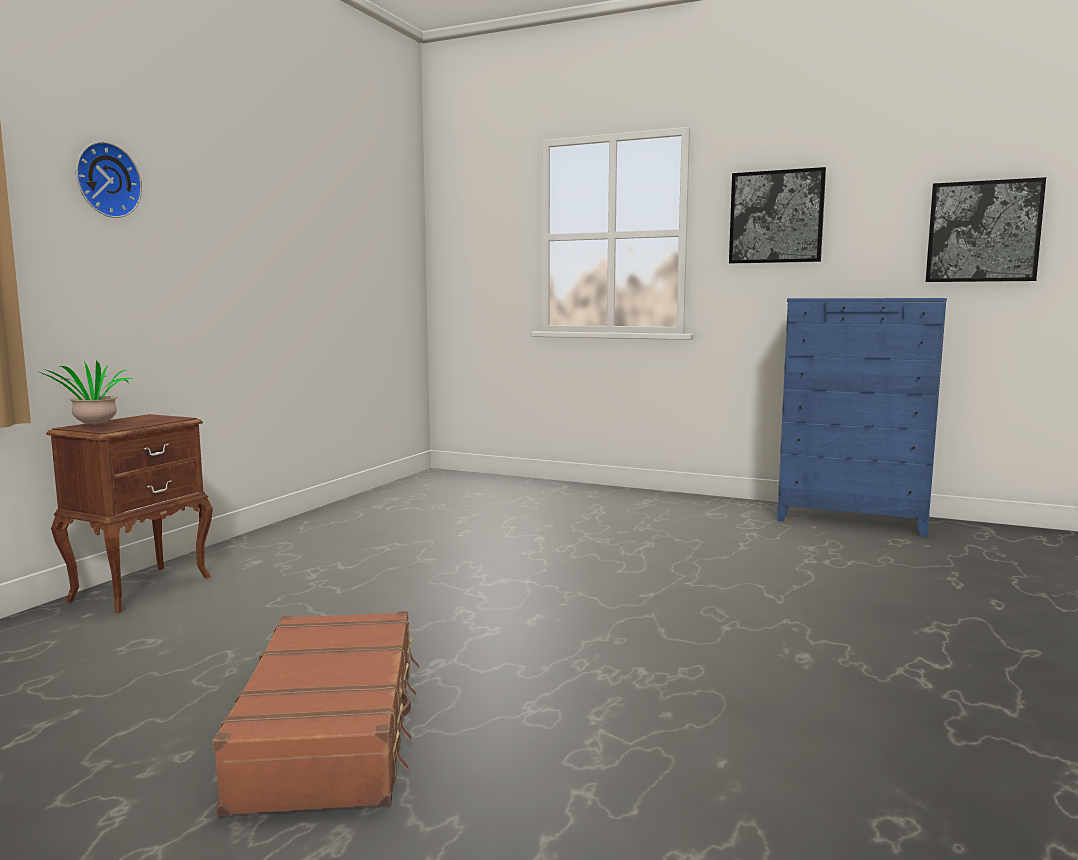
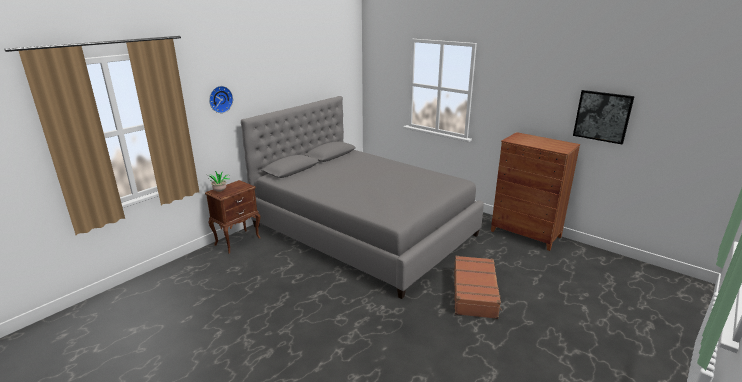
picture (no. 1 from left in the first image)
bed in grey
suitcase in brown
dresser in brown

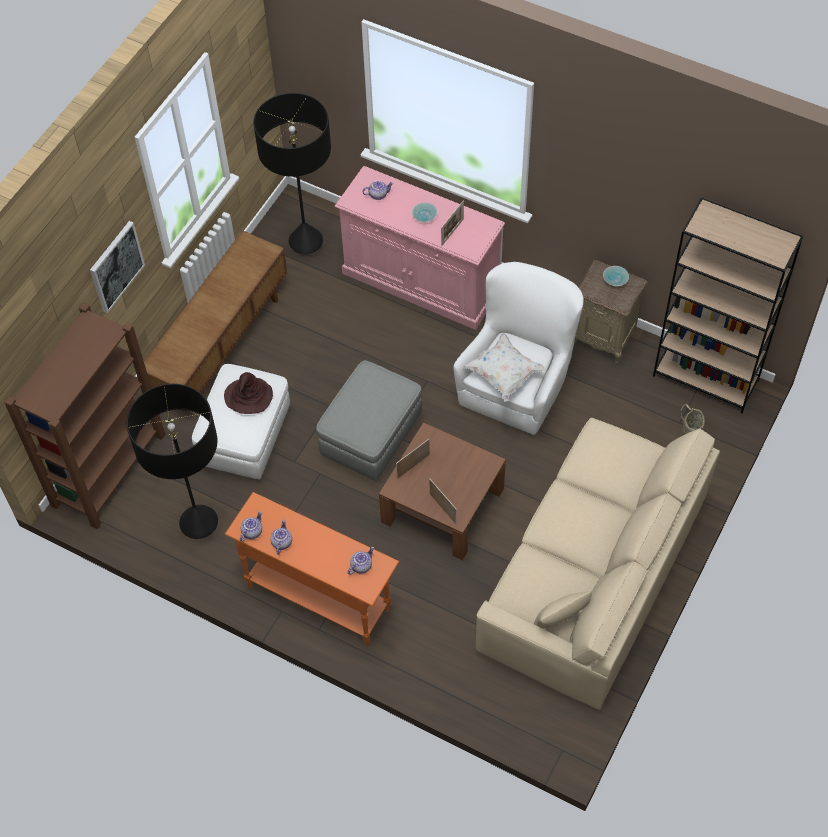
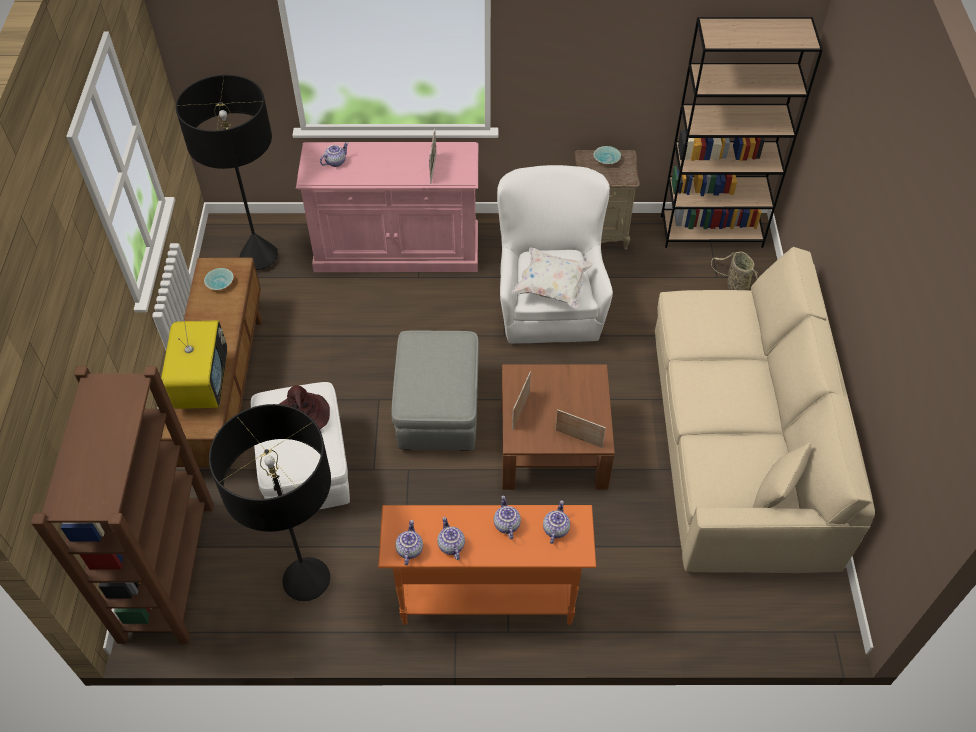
picture
television
teapot (no. 4 from left)
bowl in turquoise (no. 1 from left)

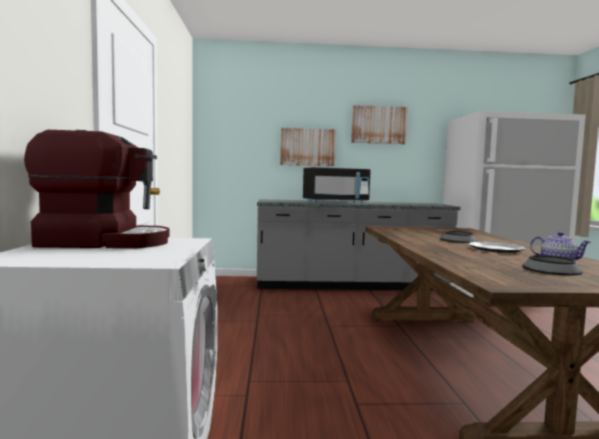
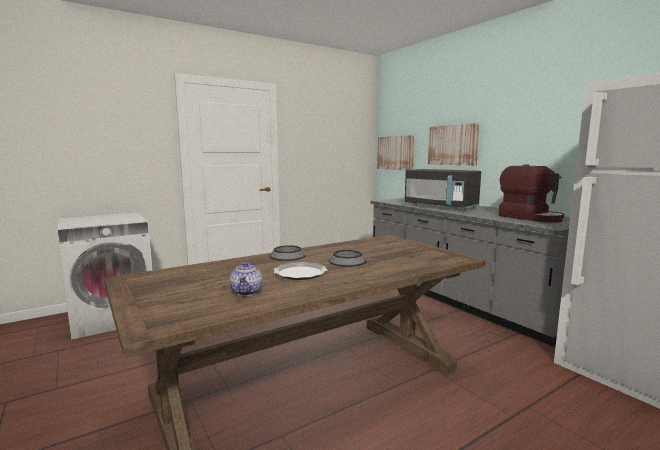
coffee machine
picture (no. 1 from left)
bowl (no. 1 from left)

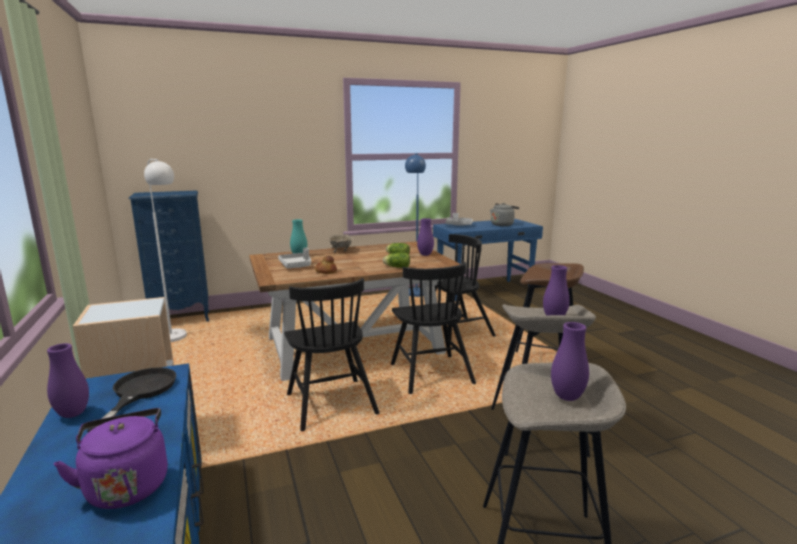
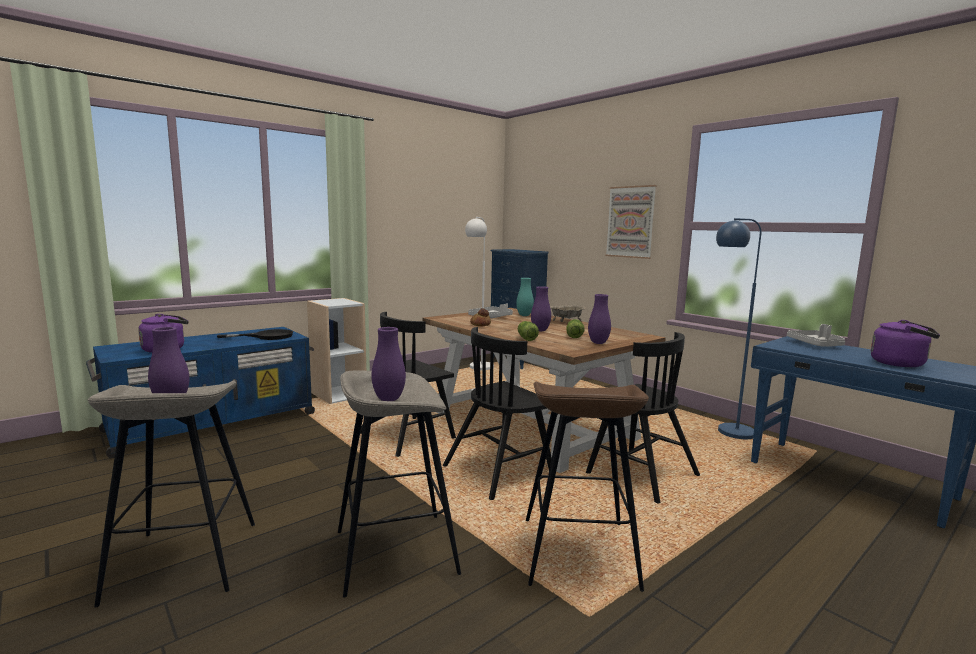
picture
vase in purple (no. 3 from left)
kettle in purple (no. 2 from left)

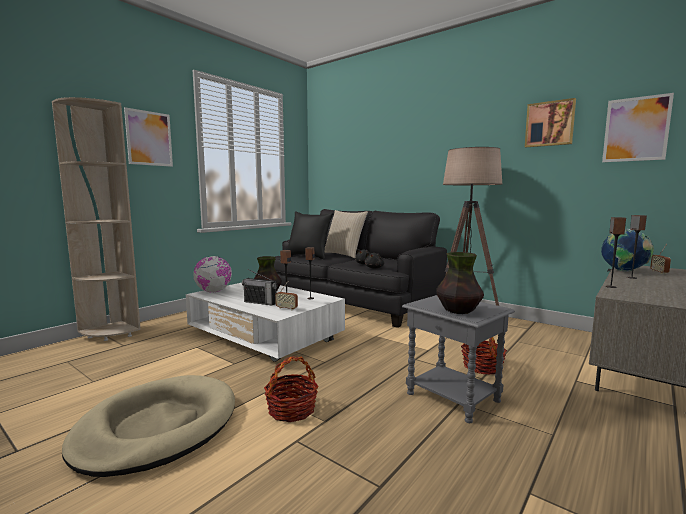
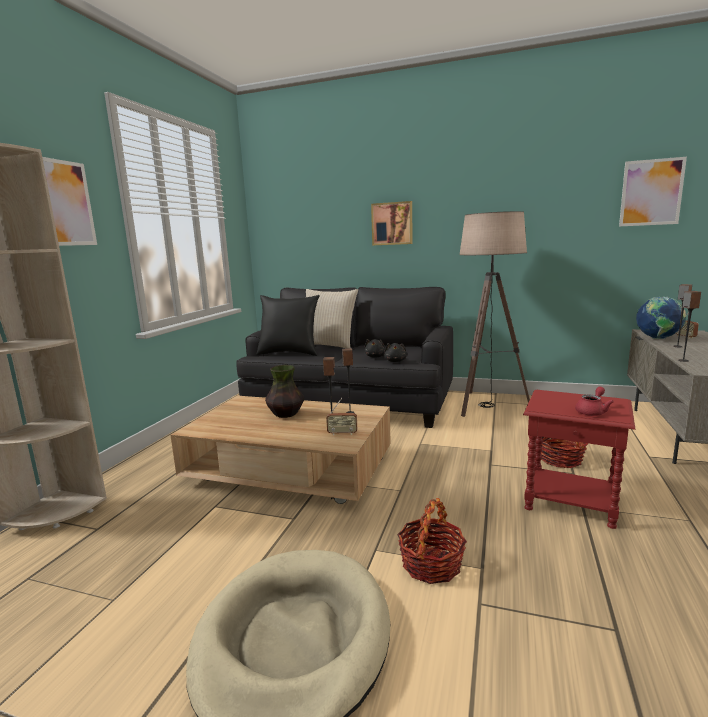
globe (no. 1 from left in the first image)
radio (no. 1 from left in the first image)
picture (no. 2 from left)
teapot in red
coffee table in brown
side table in red

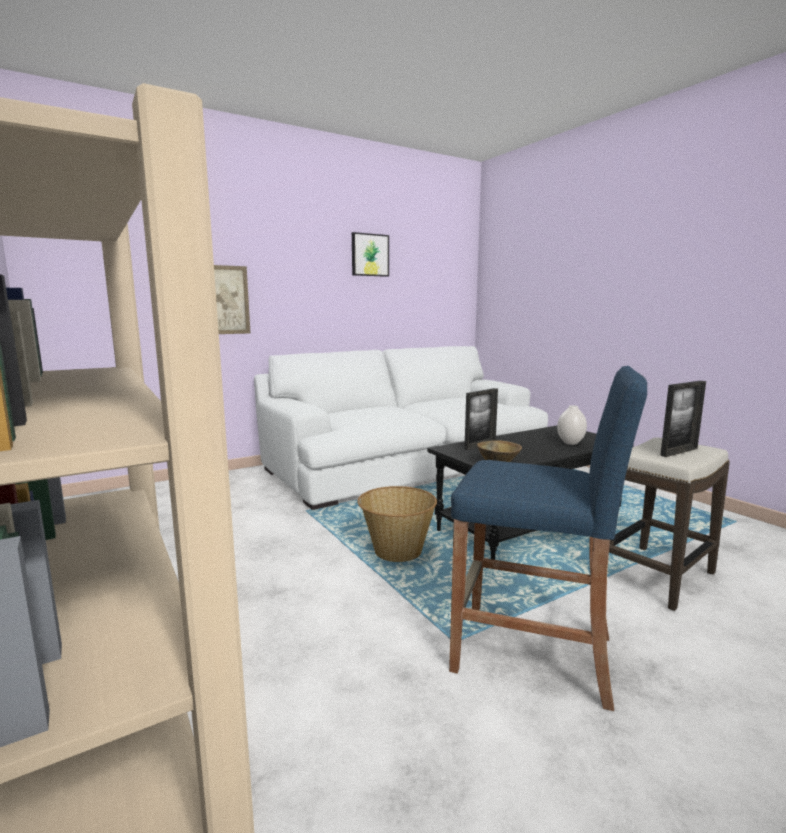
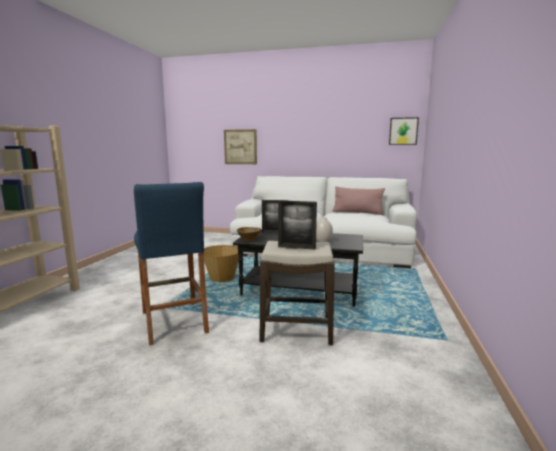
pillow in pink
picture (no. 2 from left)

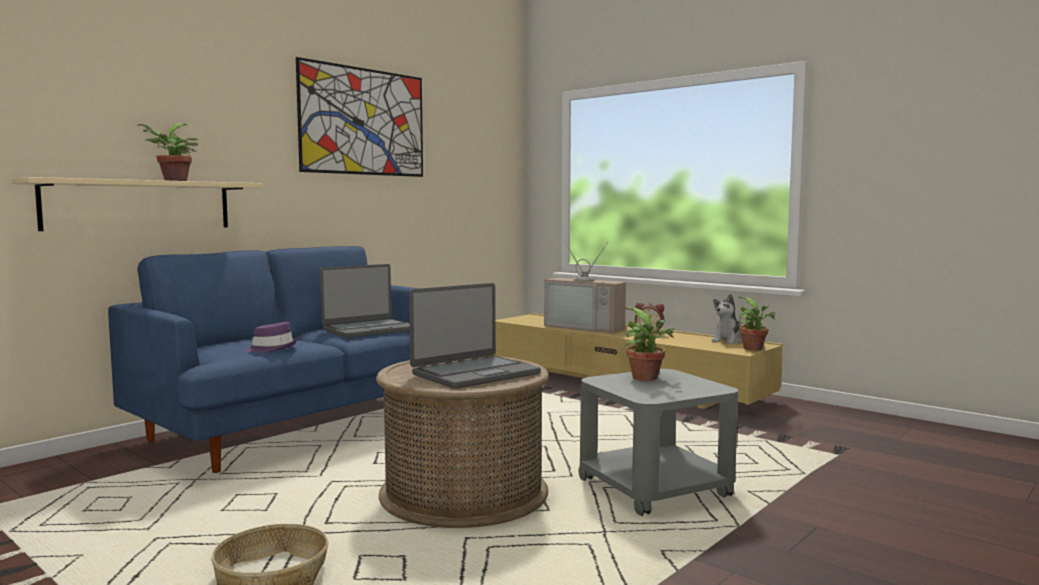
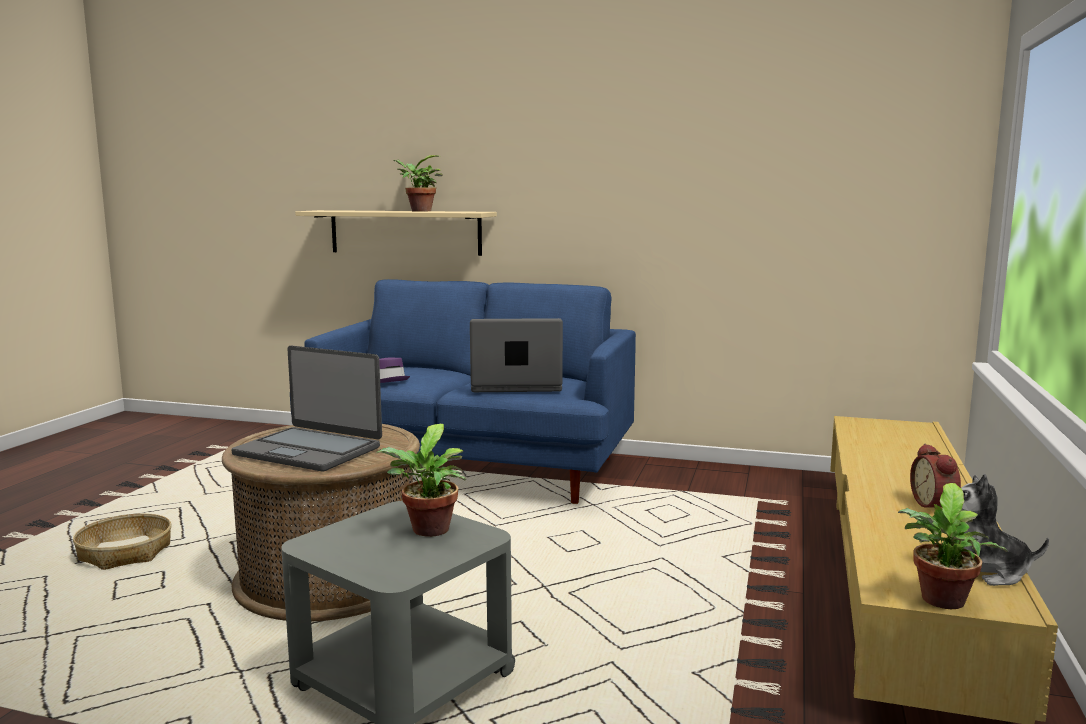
picture
television
laptop (no. 2 from left)

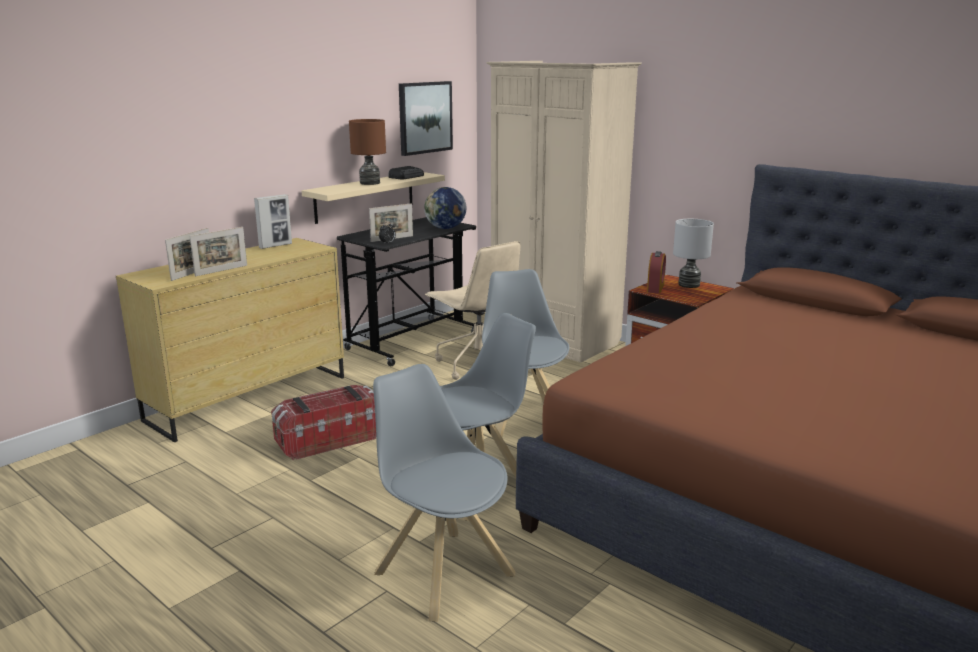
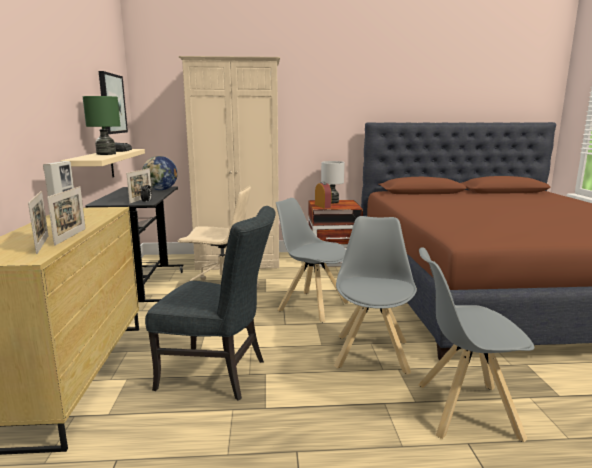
chair in grey (no. 1 from left)
table lamp in green

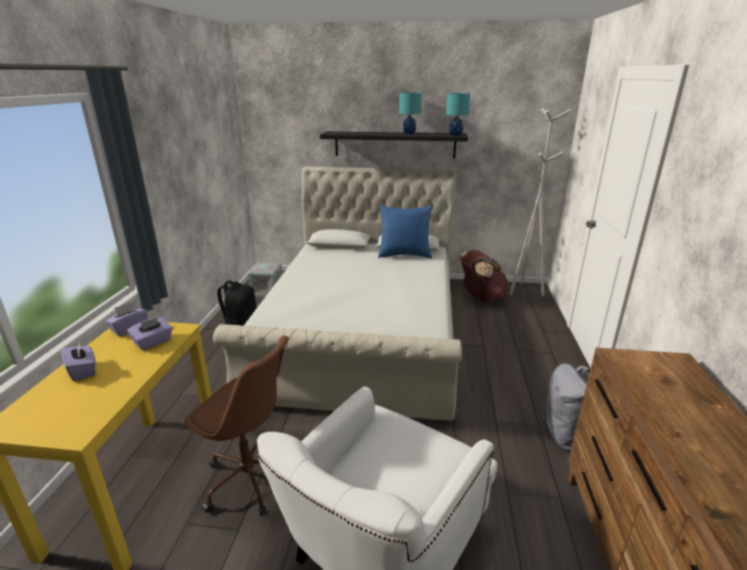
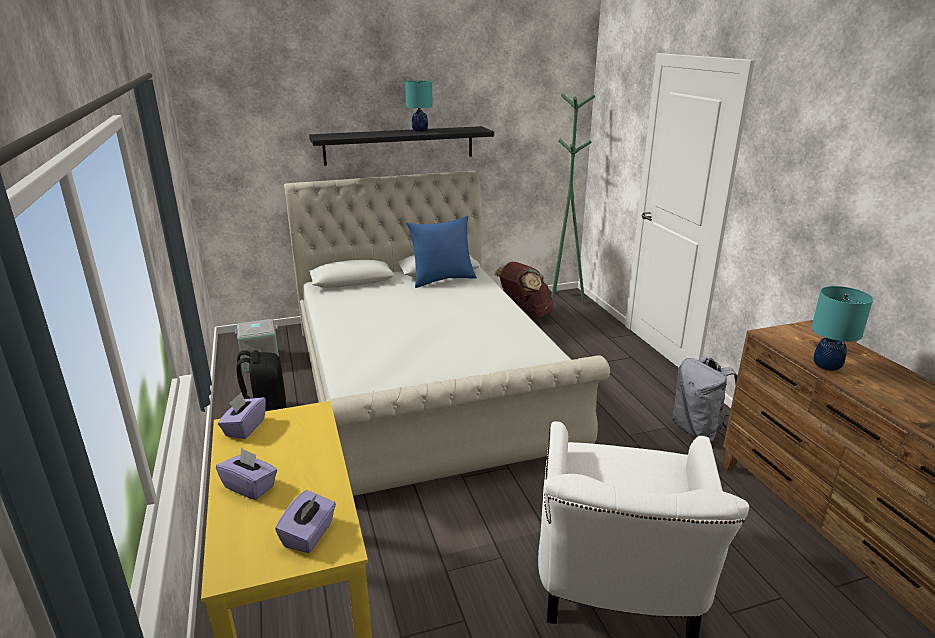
office chair in brown
tissue box in purple (no. 3 from left)
table lamp in turquoise (no. 2 from left)
clothes rack in green

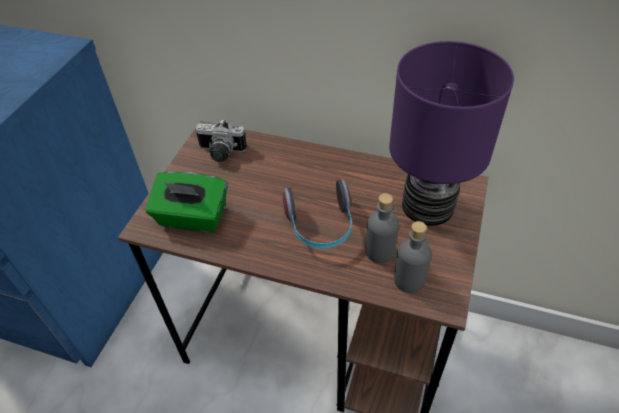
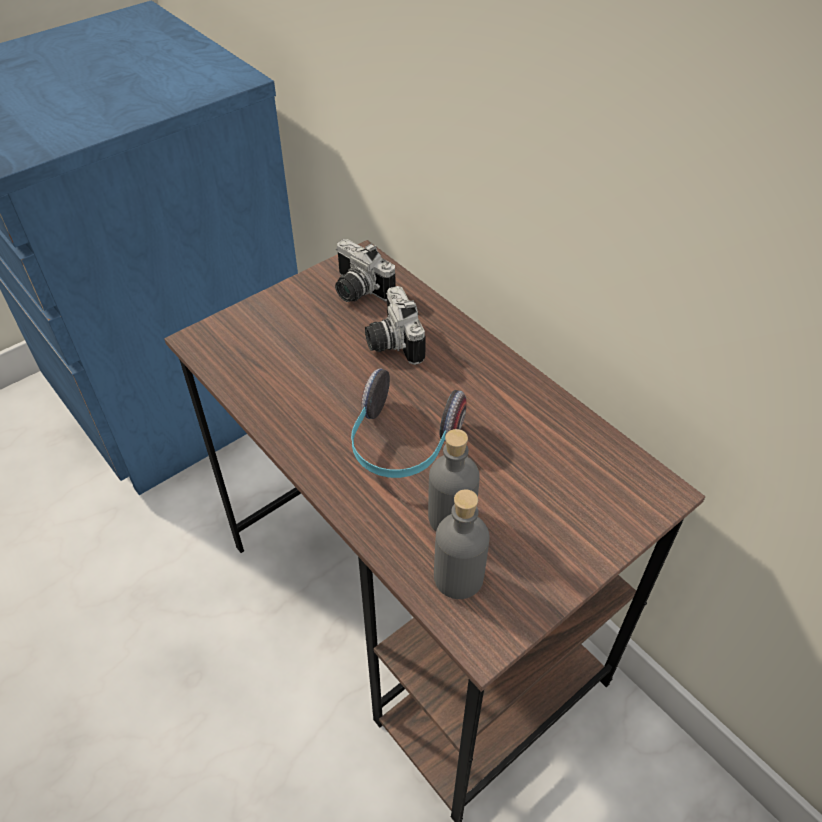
tissue box in green
table lamp in purple
photo camera (no. 2 from left)

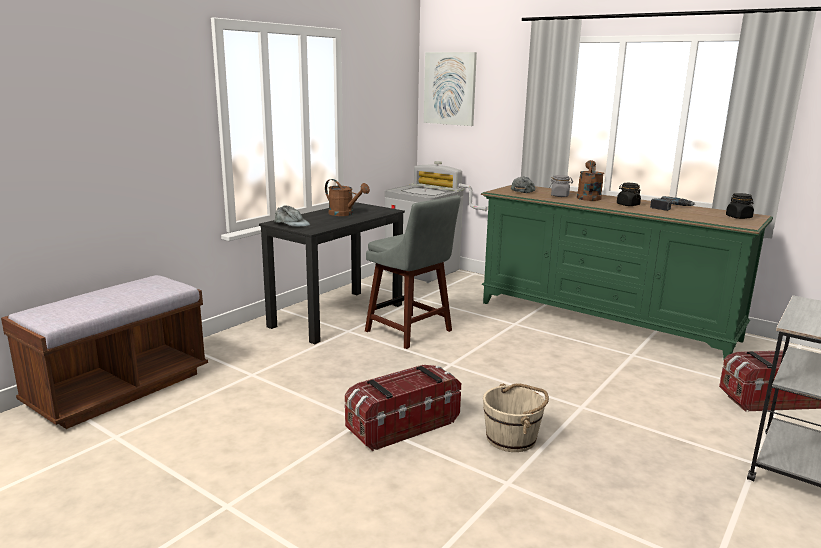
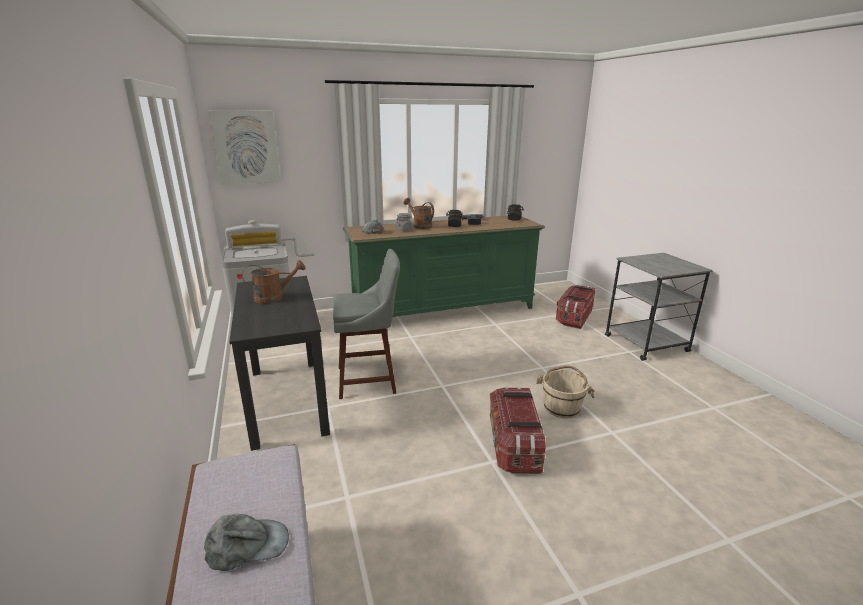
cap in grey (no. 1 from left)

